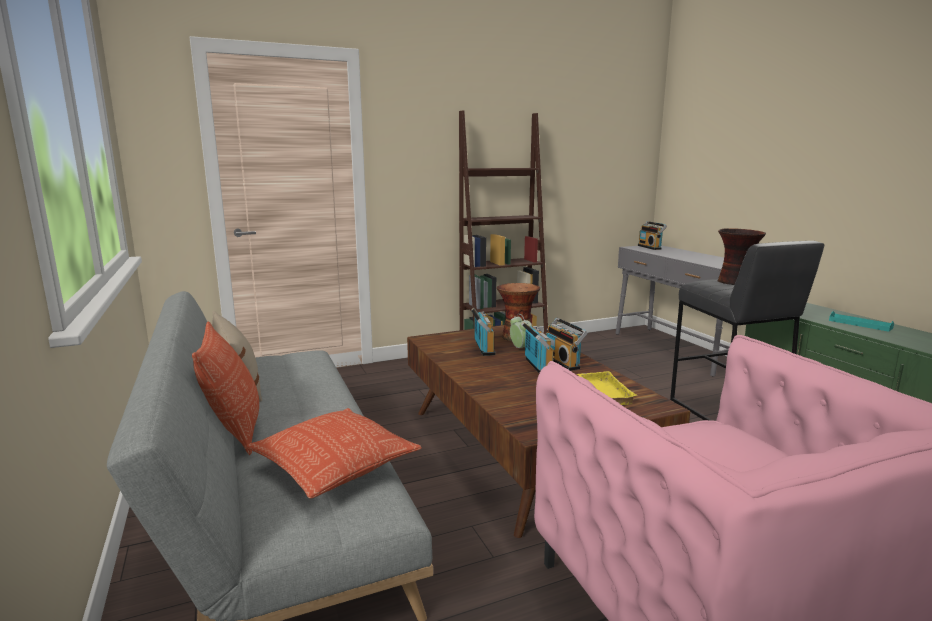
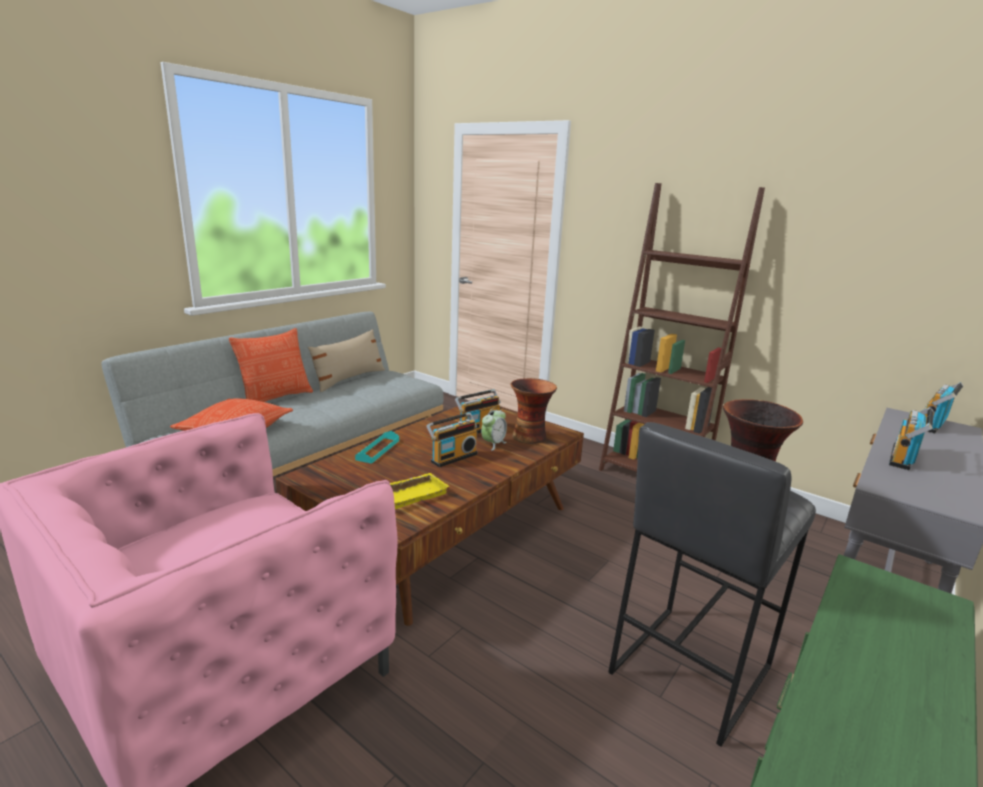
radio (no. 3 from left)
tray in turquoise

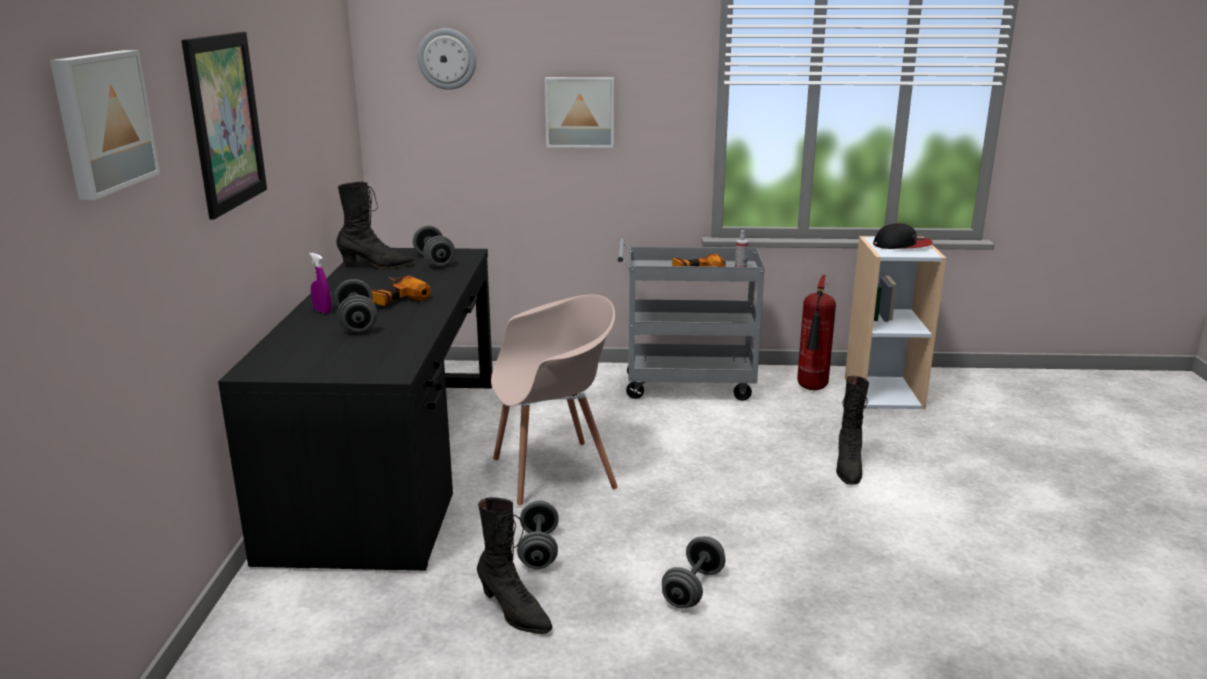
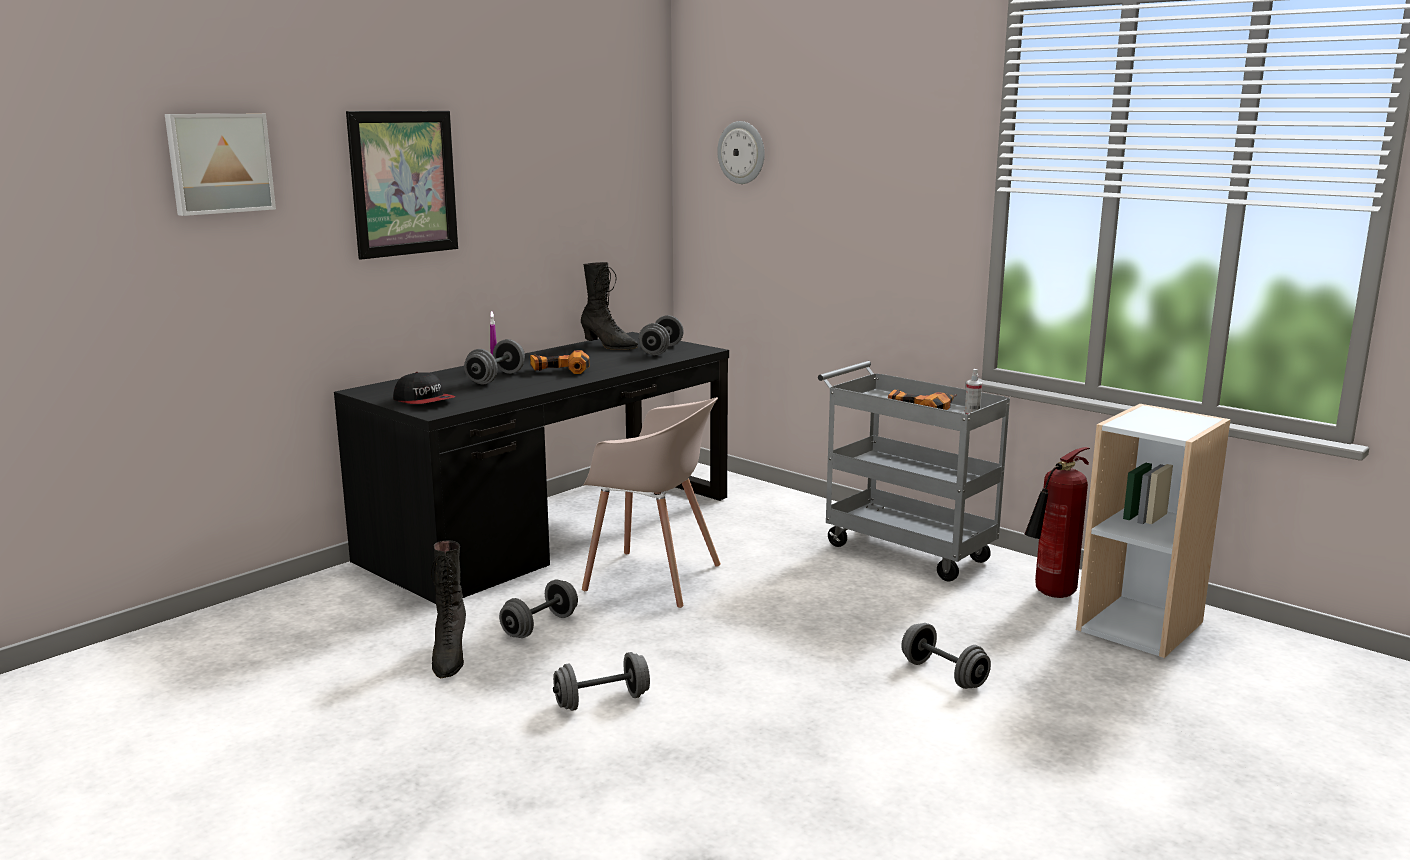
picture (no. 3 from left in the first image)
cap
dumbbell in grey (no. 5 from left)

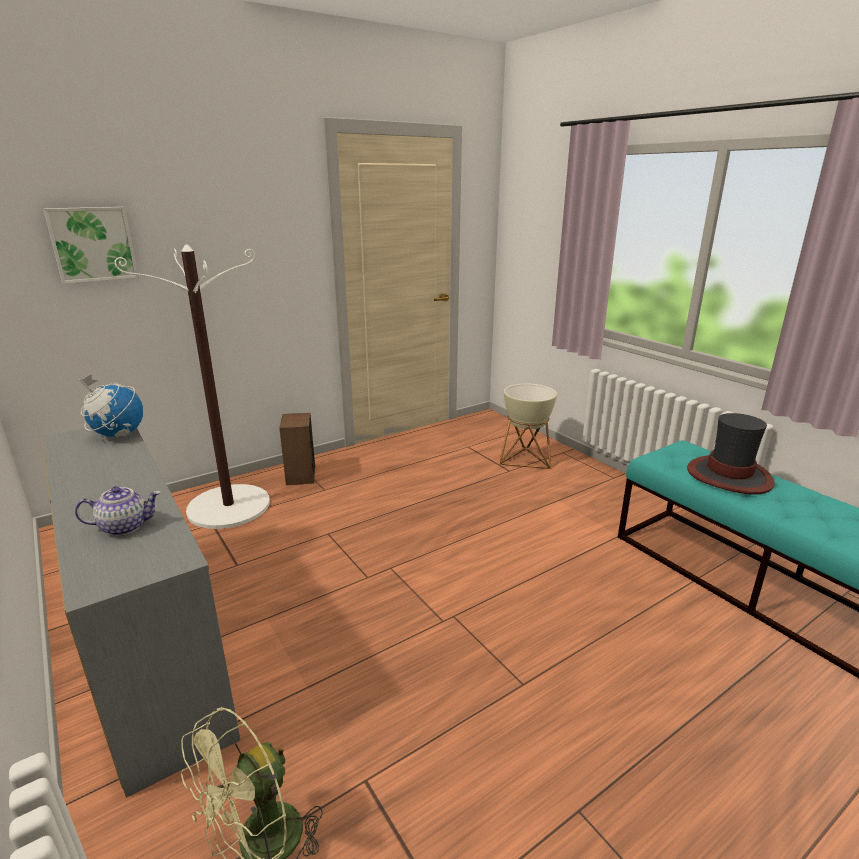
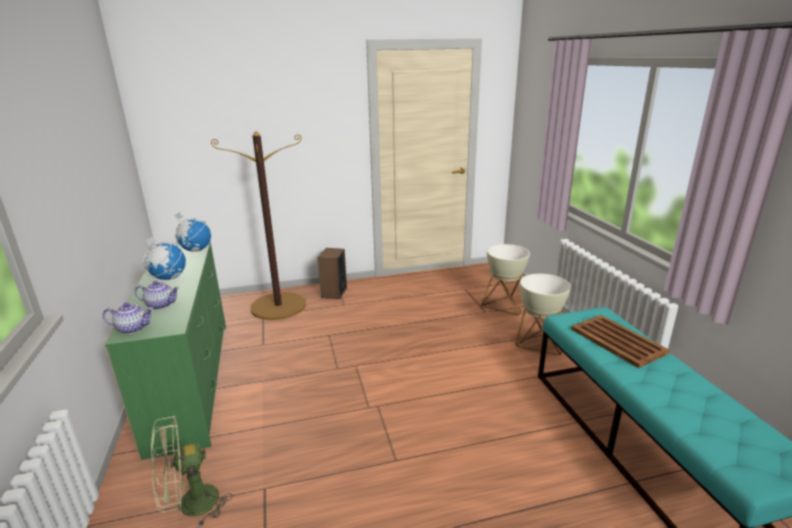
picture
teapot (no. 1 from left)
globe (no. 1 from left)
planter (no. 2 from left)
tray in brown
dresser in green
clothes rack in brown

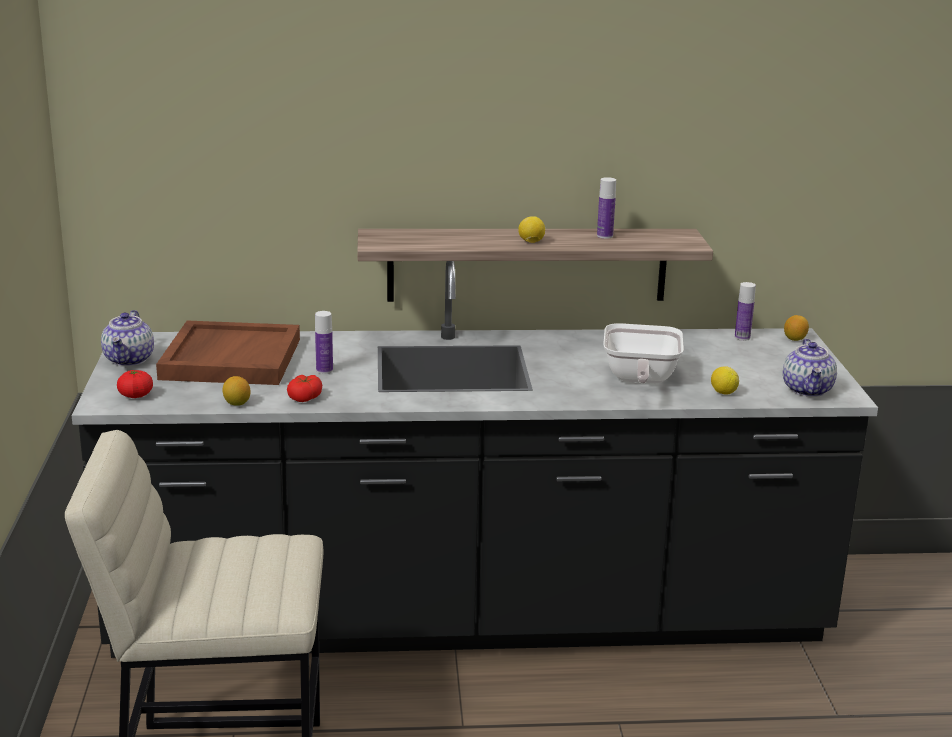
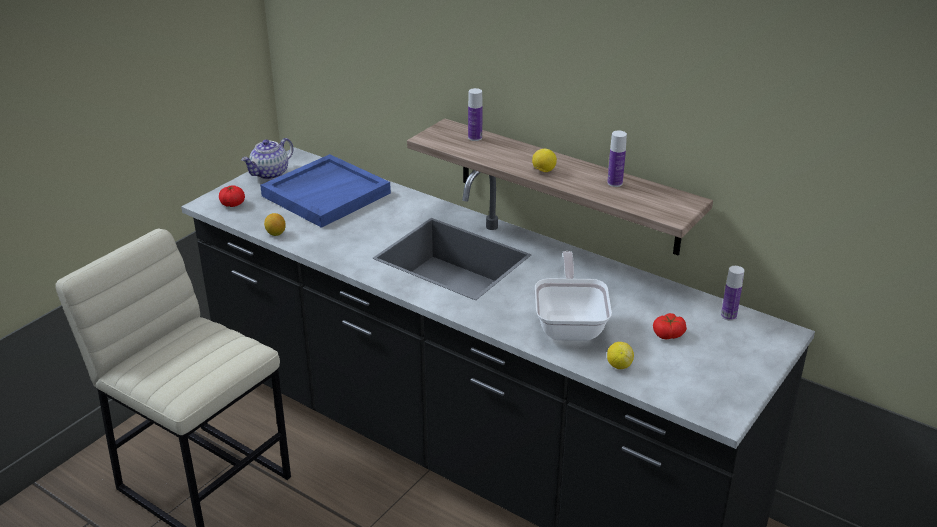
teapot (no. 2 from left in the first image)
lemon (no. 4 from left in the first image)
tomato (no. 2 from left)
bottle (no. 1 from left)
tray in blue
frying pan

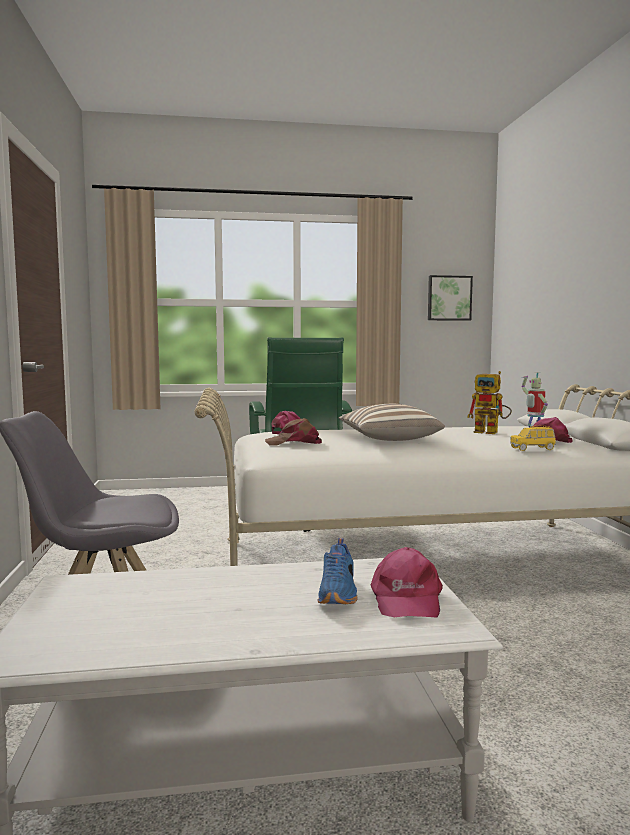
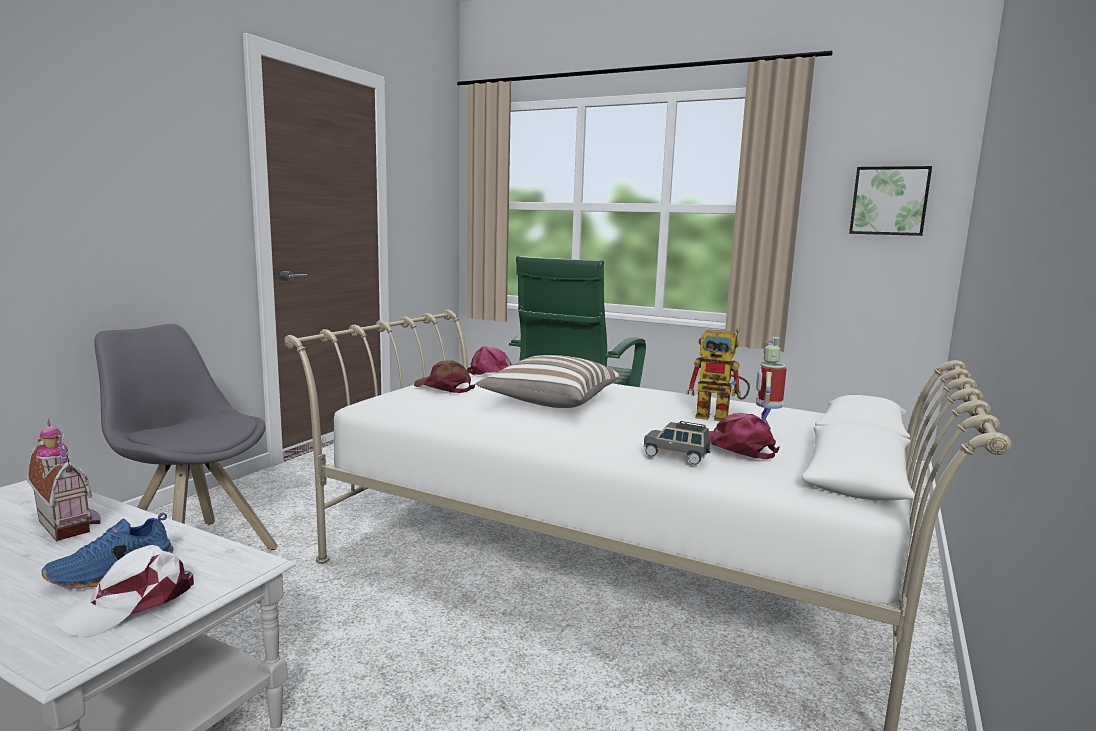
toy house
cap in white
toy car in grey
toy robot (no. 1 from left)

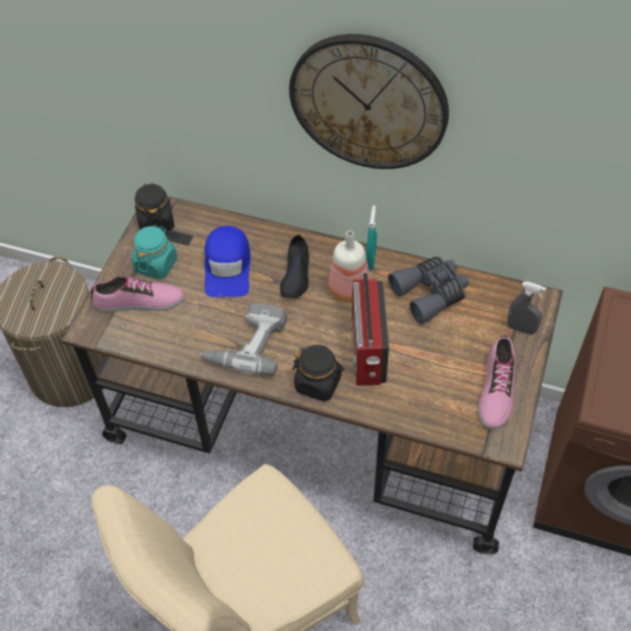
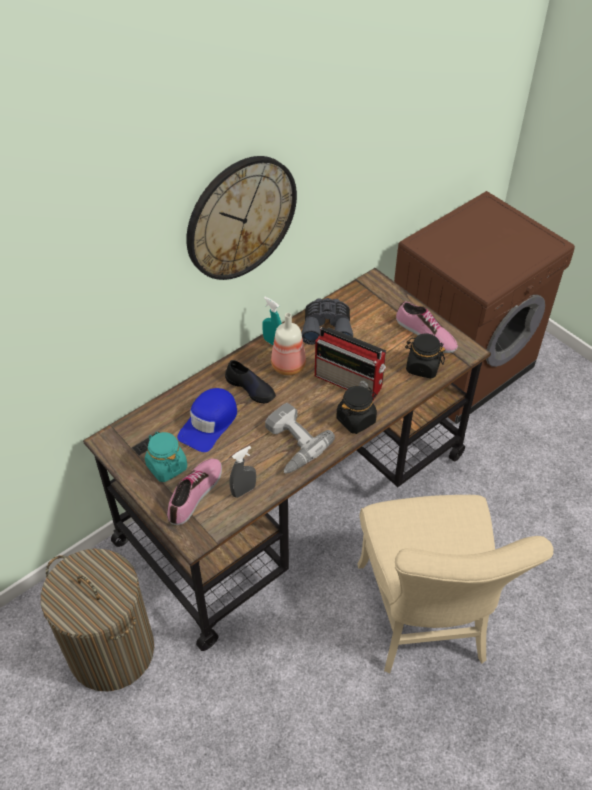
jar in black (no. 2 from left)
spray bottle in grey
cap in blue

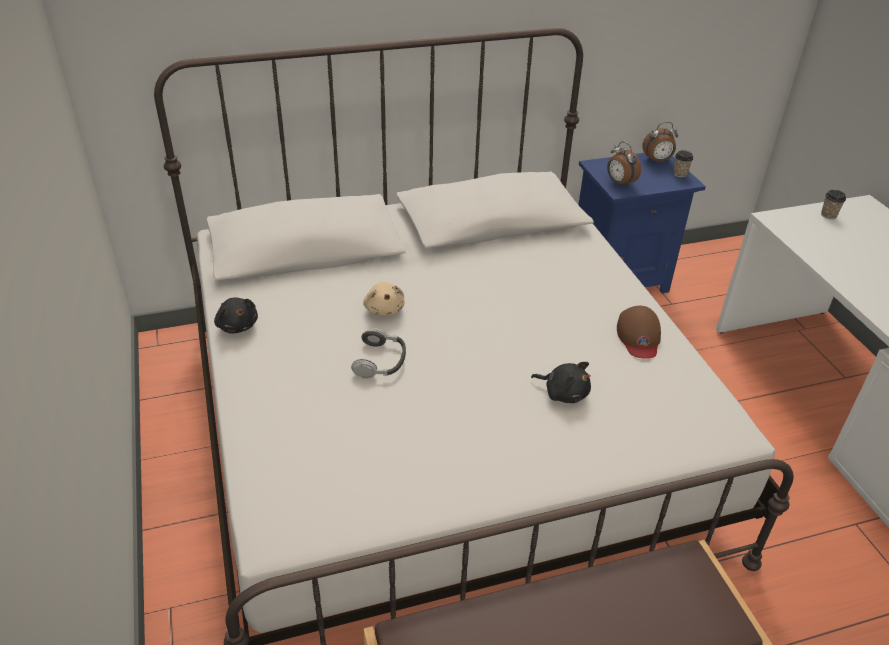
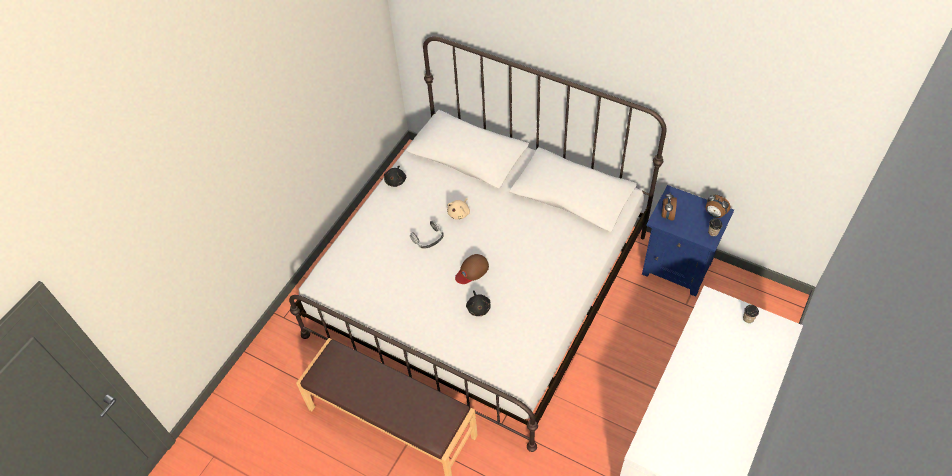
cap in brown

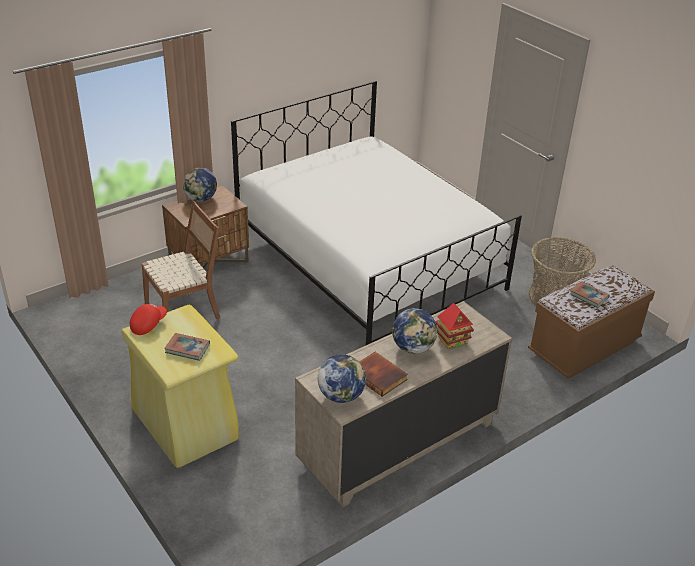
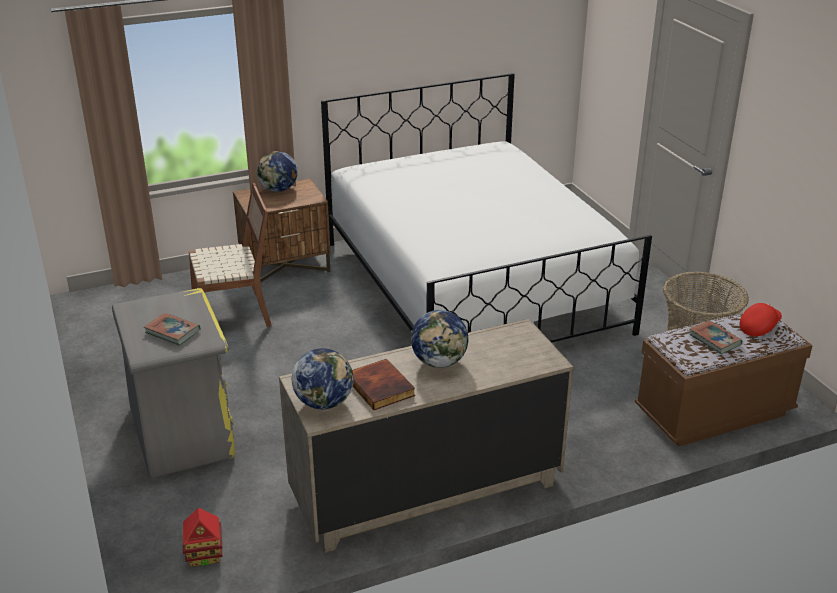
cap in red
toy house
nightstand in grey

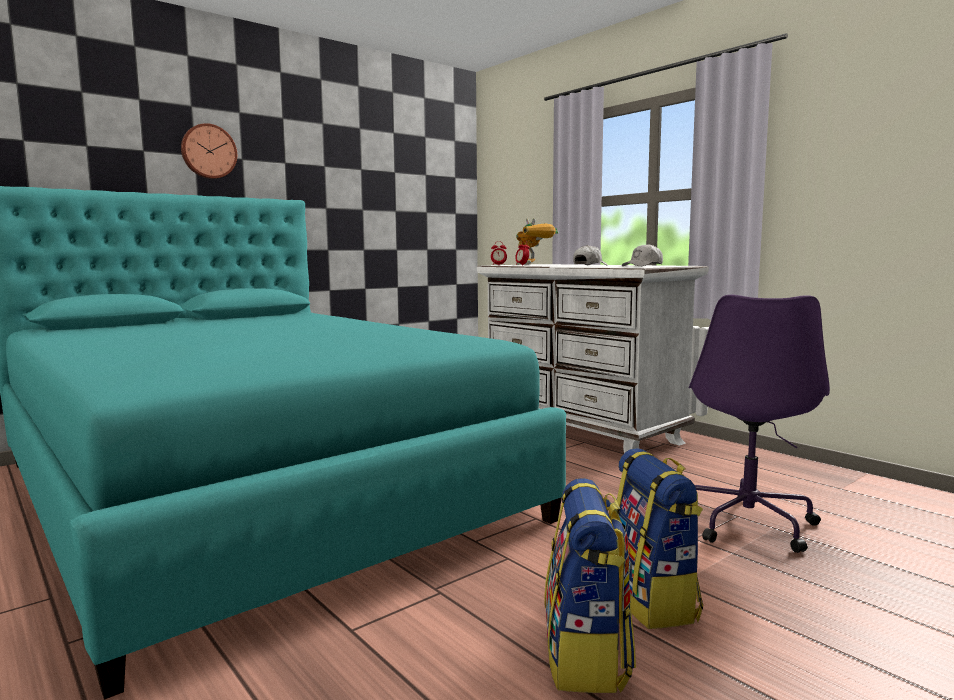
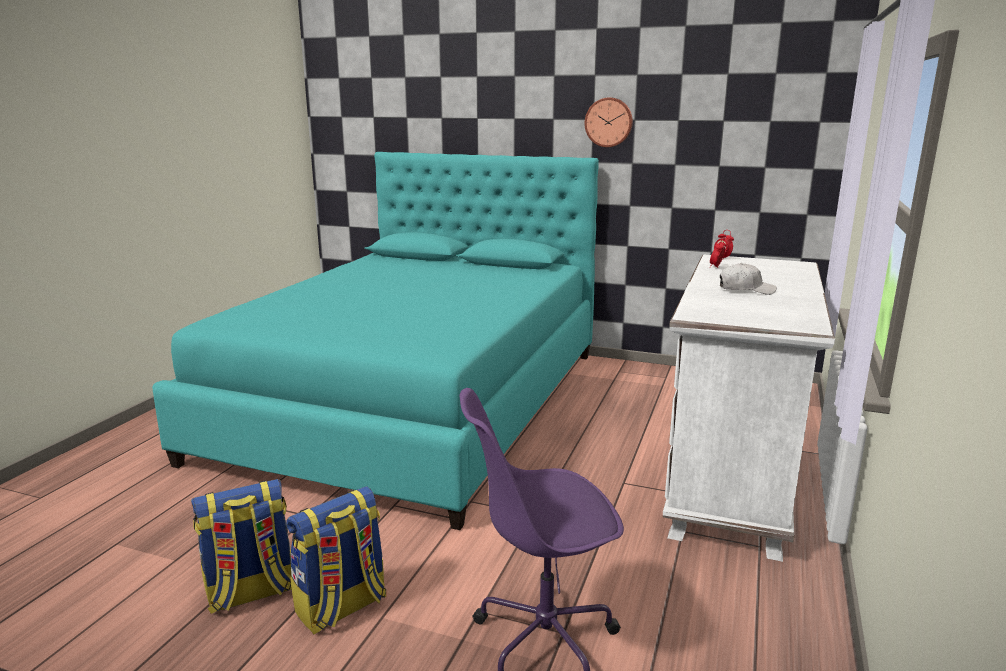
toy robot
cap in white (no. 2 from left in the first image)
wall clock

